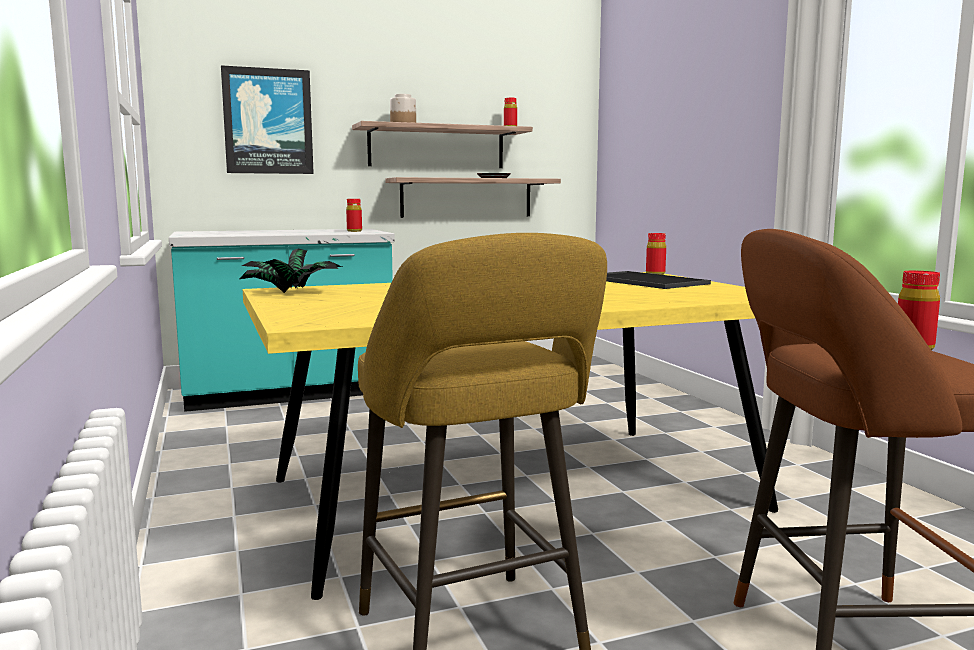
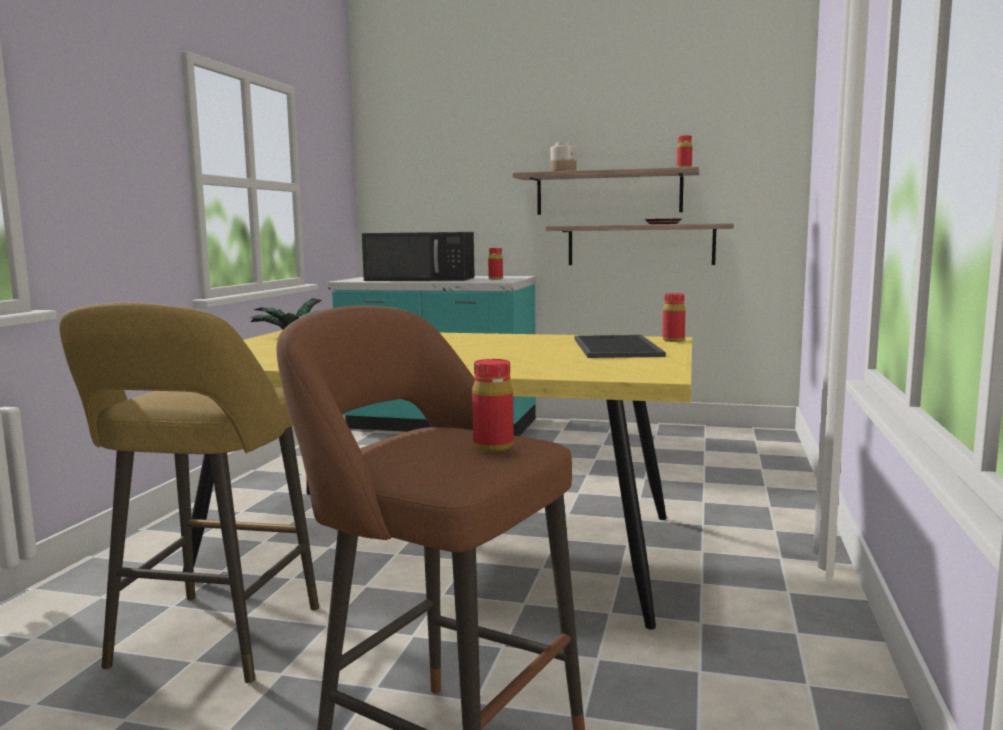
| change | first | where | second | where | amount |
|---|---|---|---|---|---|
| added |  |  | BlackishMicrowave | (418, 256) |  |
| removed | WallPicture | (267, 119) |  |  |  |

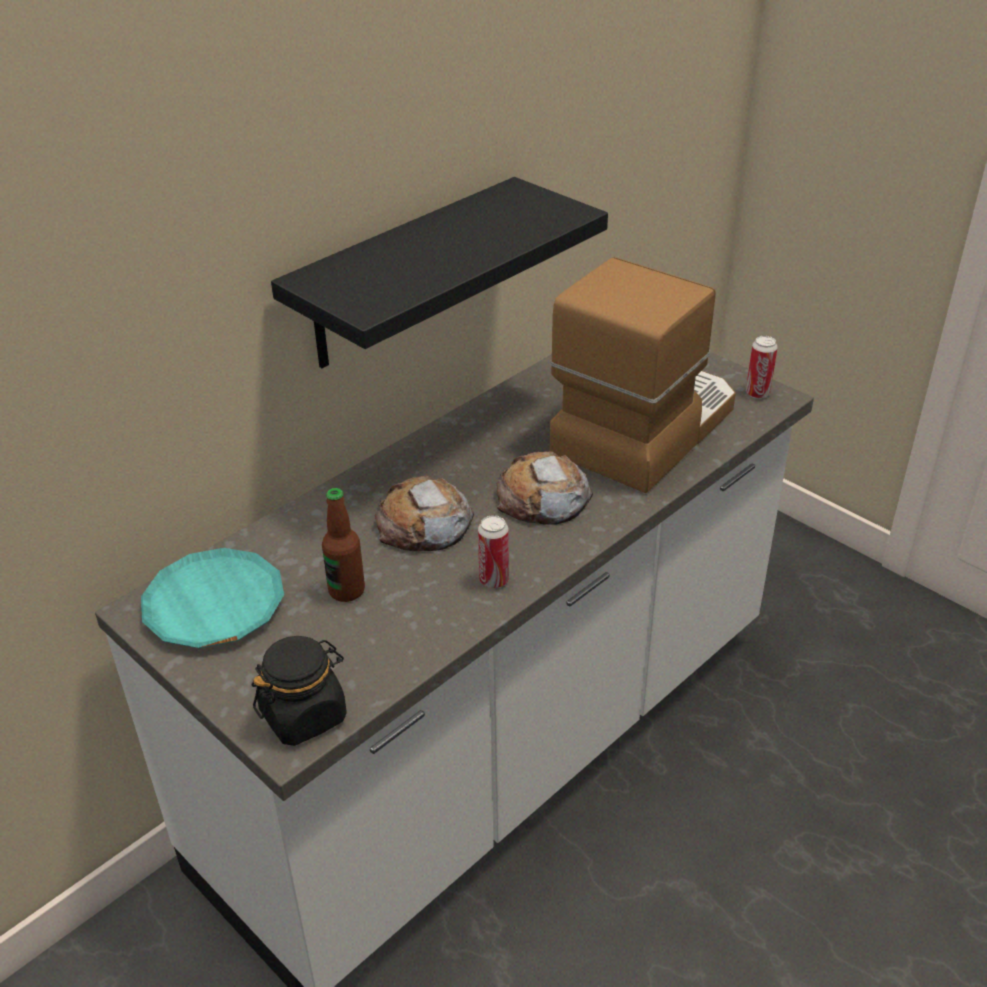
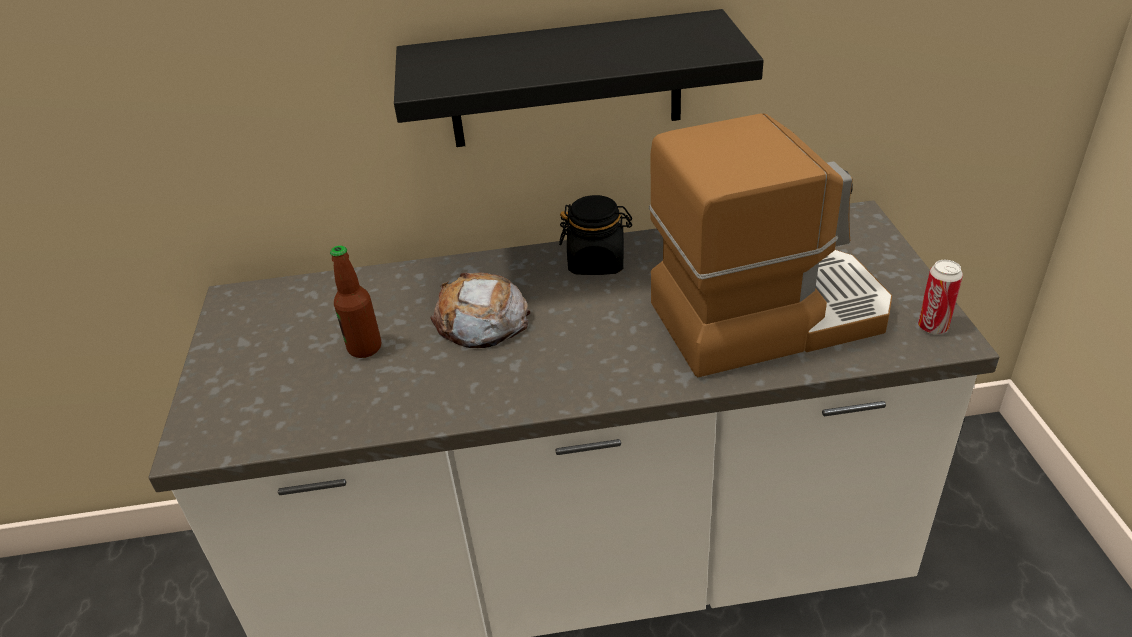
| change | first | where | second | where | amount |
|---|---|---|---|---|---|
| moved | BlackishJar | (299, 691) |  | (595, 235) |  |
| removed | TurquoiseFlatDish | (212, 598) |  |  |  |
| removed | MetalCan | (493, 551) |  |  |  |
| removed | Bread | (545, 488) |  |  |  |

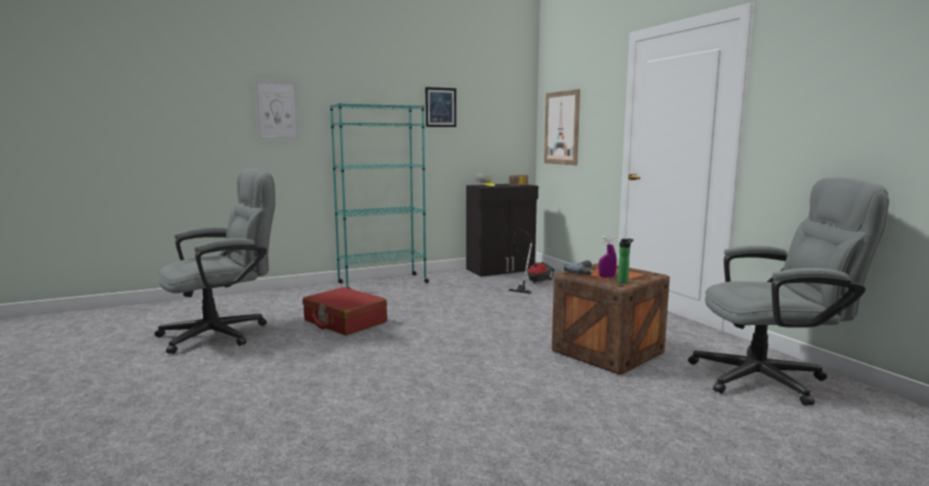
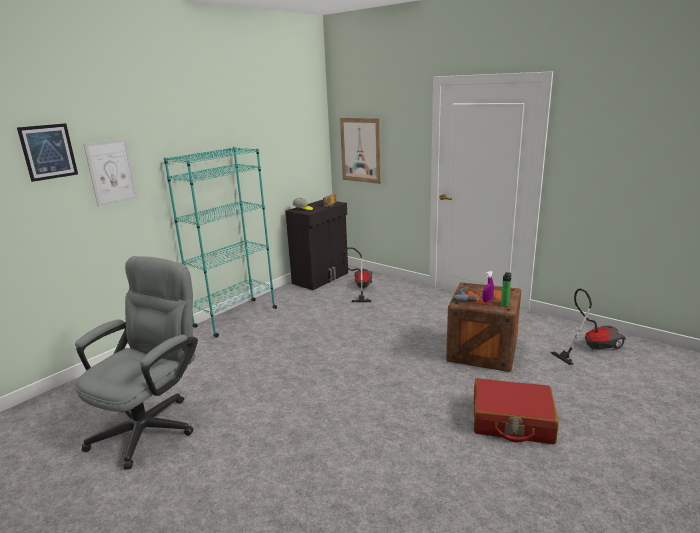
| change | first | where | second | where | amount |
|---|---|---|---|---|---|
| moved | WallPicture | (440, 107) |  | (47, 152) |  |
| moved | ReddishSuitcase | (345, 311) |  | (516, 411) |  |
| replaced | GreyDeskChair | (788, 291) | Vacuum | (588, 327) |  |

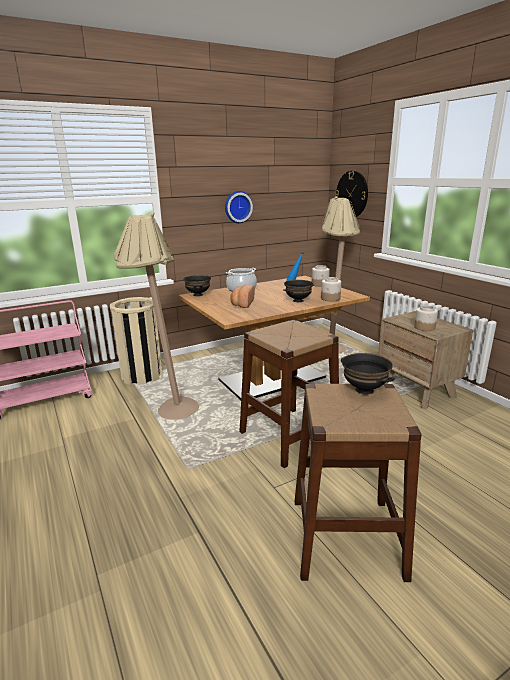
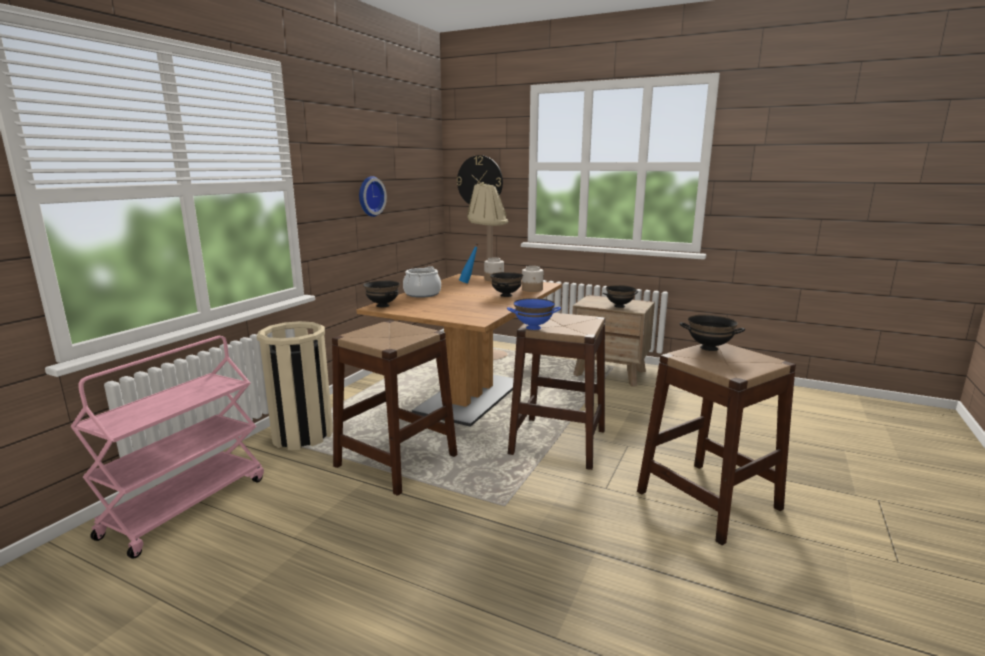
| change | first | where | second | where | amount |
|---|---|---|---|---|---|
| replaced | SandColouredStandingLamp | (156, 315) | BrownStoolSeat | (395, 408) |  |
| added |  |  | BlueBowl | (534, 314) |  |
| replaced | Jar | (426, 318) | BlackishBowl | (620, 296) |  |
| removed | Bread | (242, 296) |  |  |  |

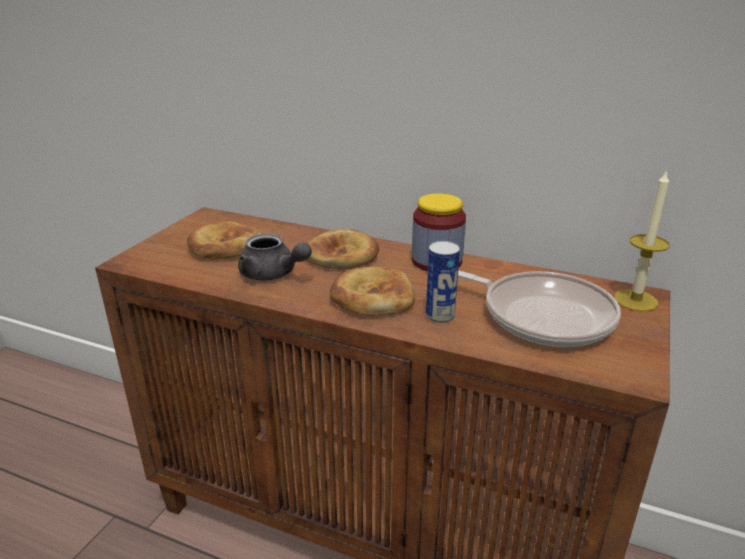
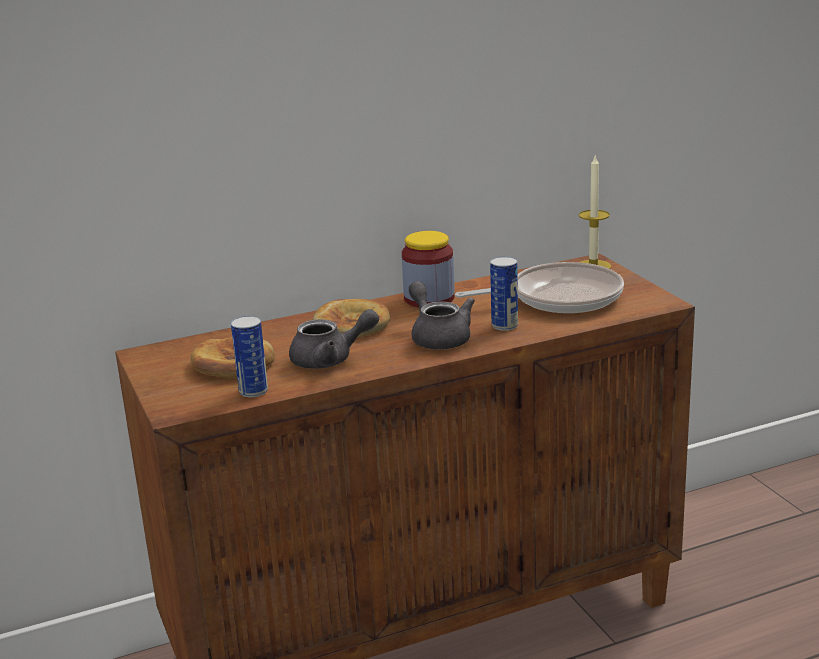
| change | first | where | second | where | amount |
|---|---|---|---|---|---|
| added |  |  | MetalCan | (249, 356) |  |
| replaced | Bread | (372, 291) | GreyTeapot | (442, 315) |  |

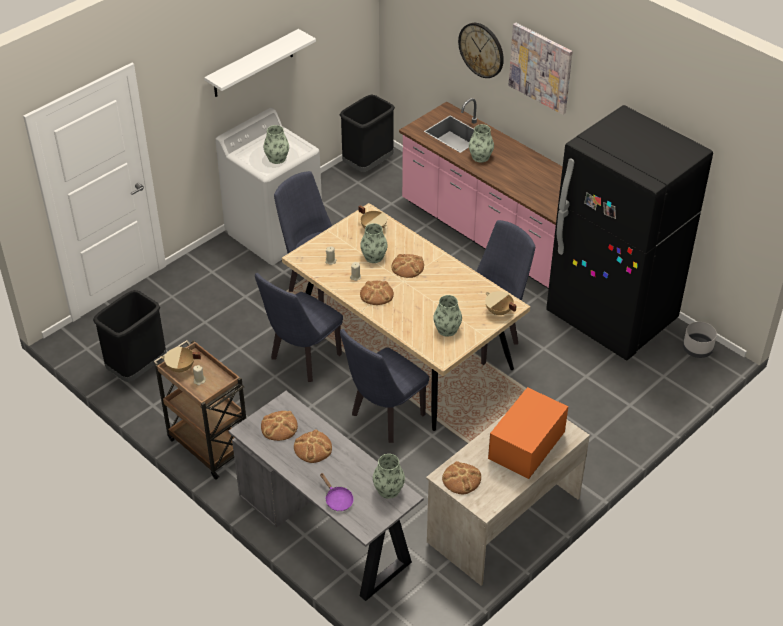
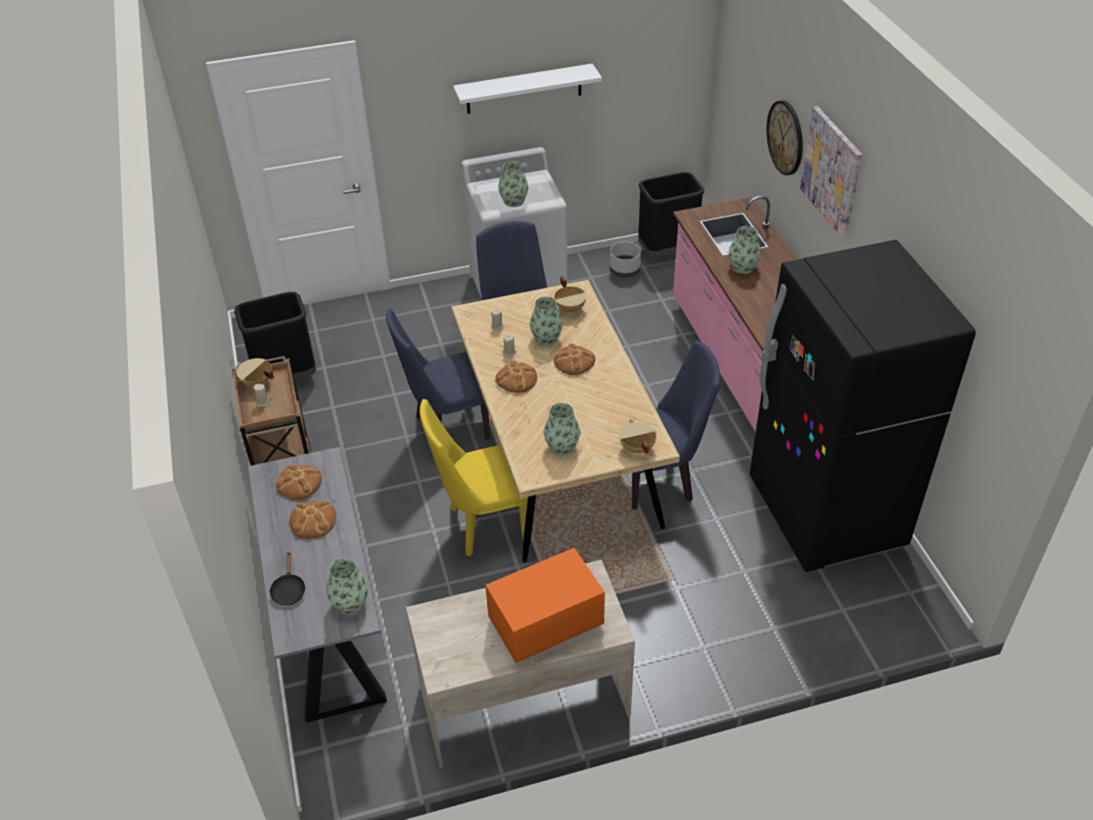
| change | first | where | second | where | amount |
|---|---|---|---|---|---|
| recoloured | PurplishFryingPan | (336, 492) | BlackishFryingPan | (287, 578) |  |
| recoloured | BlueUprightChair | (384, 386) | YellowUprightChair | (474, 477) |  |
| moved | GreyPlanter | (700, 340) |  | (625, 260) |  |
| removed | Bread | (461, 478) |  |  |  |

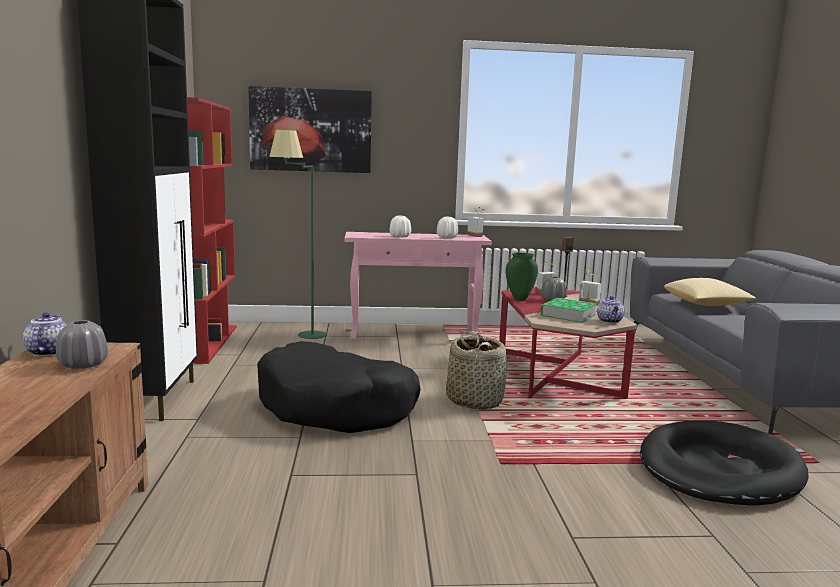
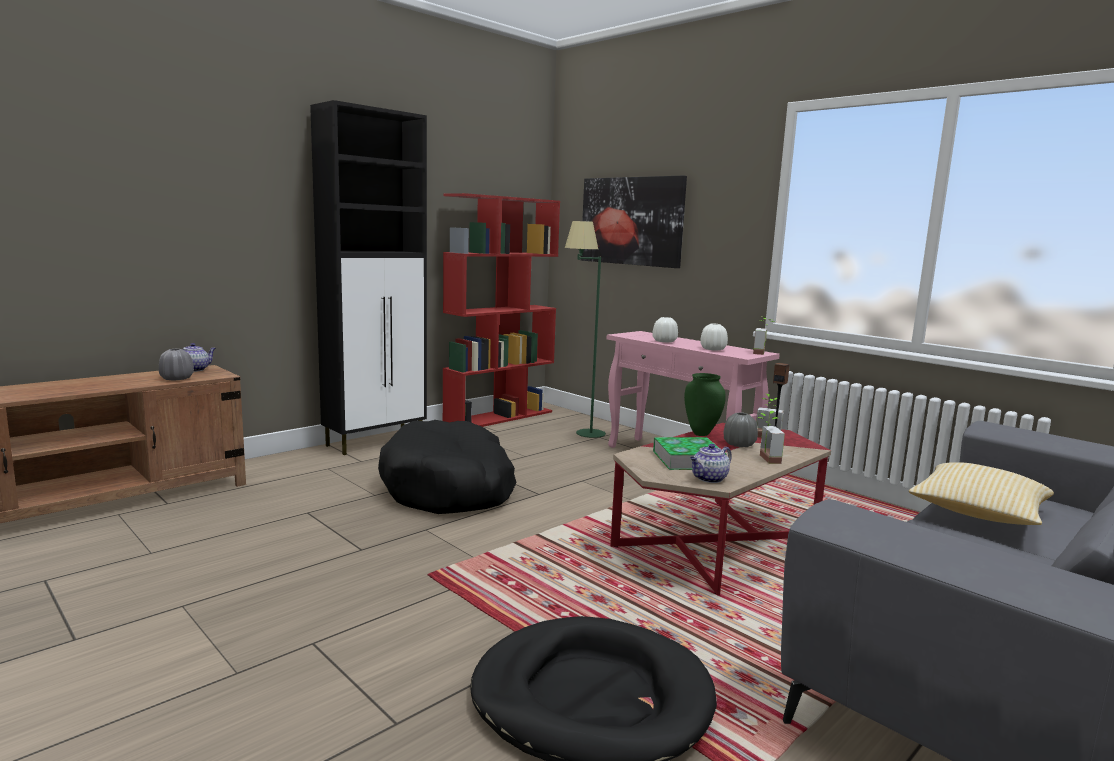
| change | first | where | second | where | amount |
|---|---|---|---|---|---|
| removed | StorageBasket | (477, 370) |  |  |  |

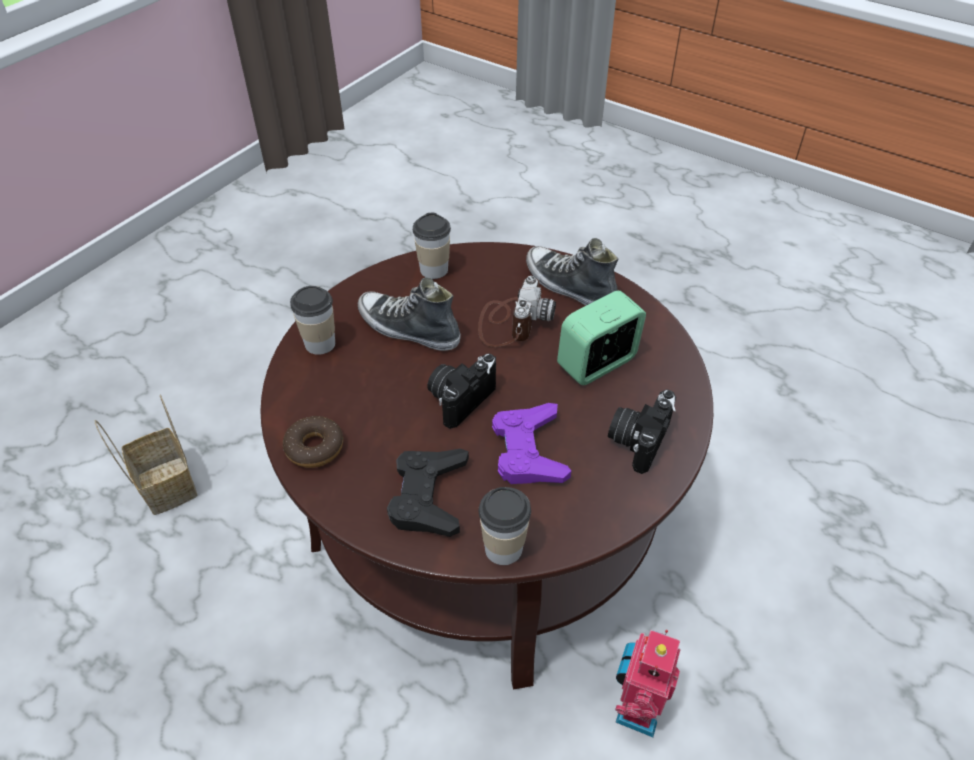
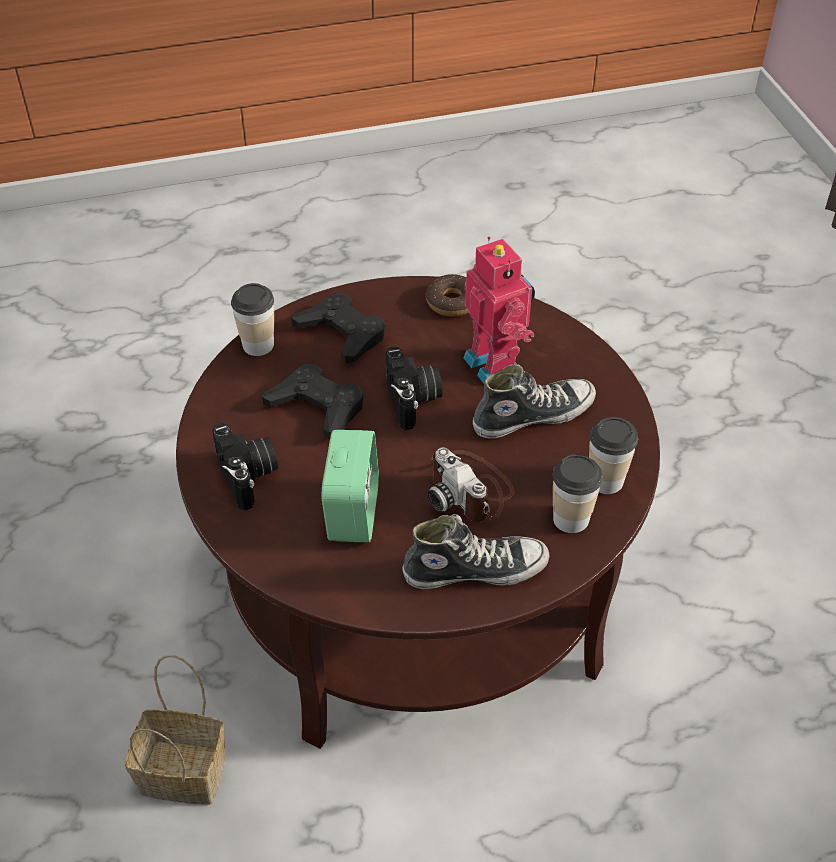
| change | first | where | second | where | amount |
|---|---|---|---|---|---|
| moved | StorageBasket | (146, 455) |  | (175, 730) |  |
| recoloured | PurplishGameController | (531, 443) | BlackishGameController | (312, 401) |  |
| moved | ModelRobot | (648, 683) |  | (499, 310) |  |
| moved | SmallCup | (312, 320) |  | (577, 493) |  |

